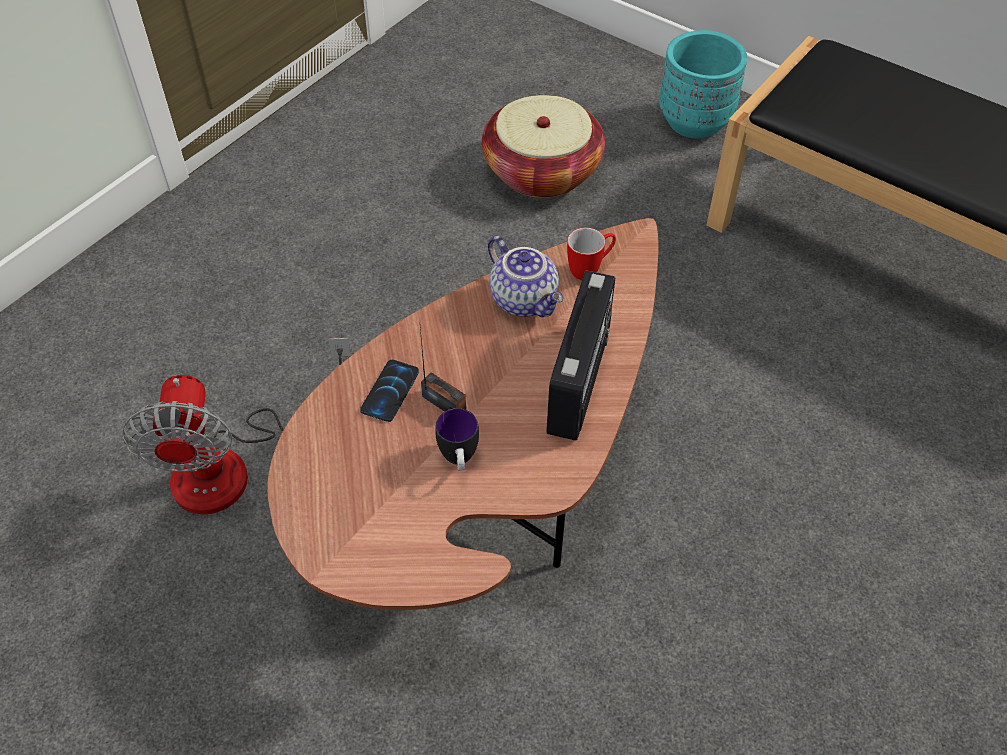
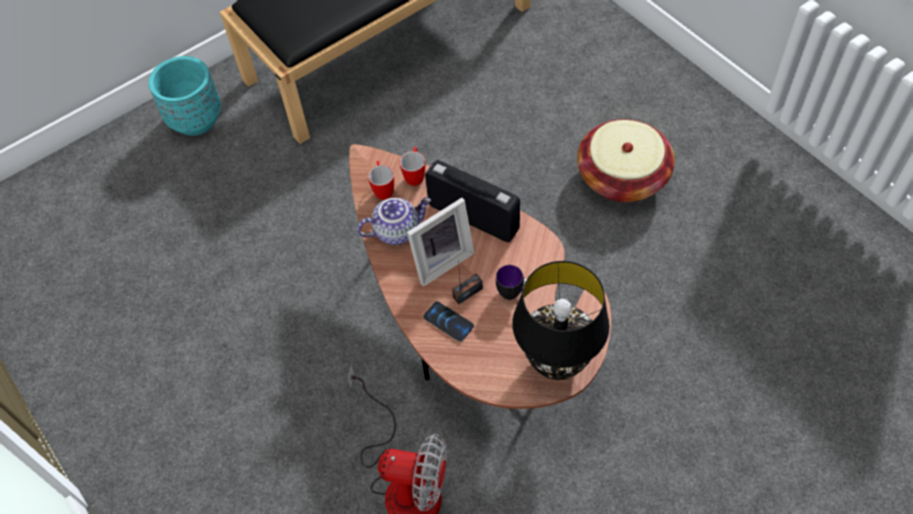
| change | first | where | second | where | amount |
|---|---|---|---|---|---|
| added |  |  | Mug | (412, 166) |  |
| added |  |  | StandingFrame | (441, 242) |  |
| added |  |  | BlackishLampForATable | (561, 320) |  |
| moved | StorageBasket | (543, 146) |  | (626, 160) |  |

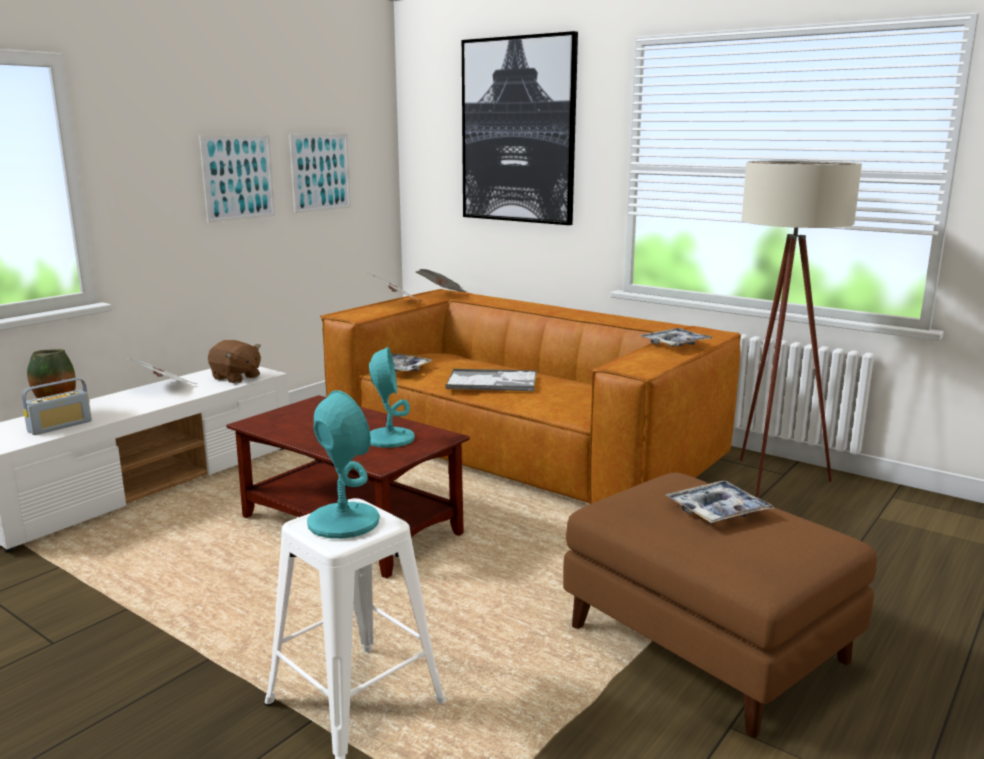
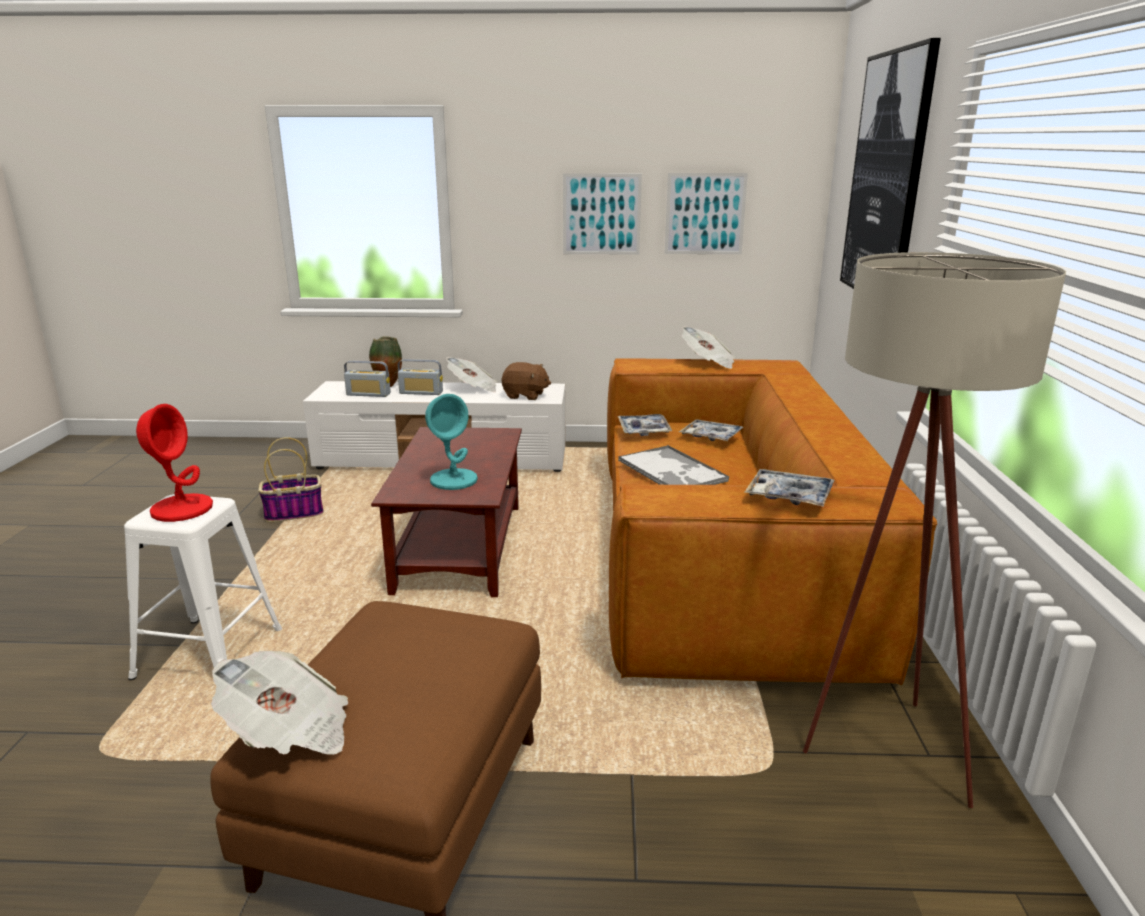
| change | first | where | second | where | amount |
|---|---|---|---|---|---|
| recoloured | TurquoiseLampForATable | (343, 464) | ReddishLampForATable | (174, 463) |  |
| moved | Newspaper | (441, 280) |  | (279, 703) |  |
| added |  |  | StorageBasket | (291, 479) |  |
| added |  |  | RadioSet | (420, 377) |  |
| turned | BrownSoftToy | (234, 361) |  | (526, 381) | 75 degrees counterclockwise |
| moved | CarryingTray | (720, 502) |  | (711, 430) |  |

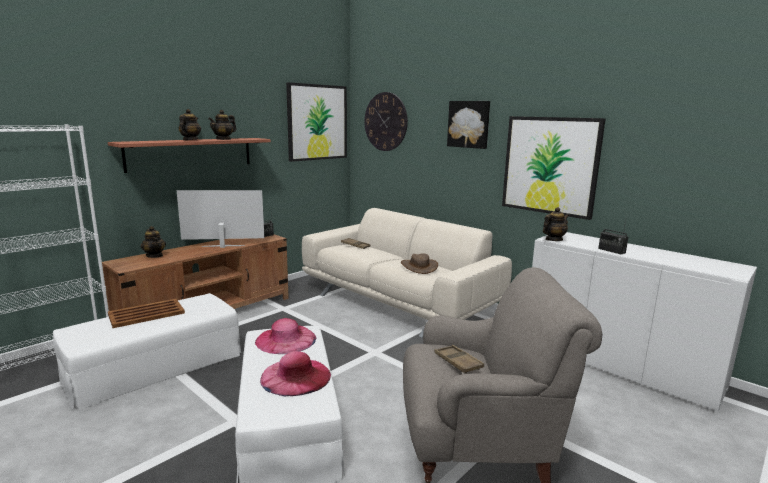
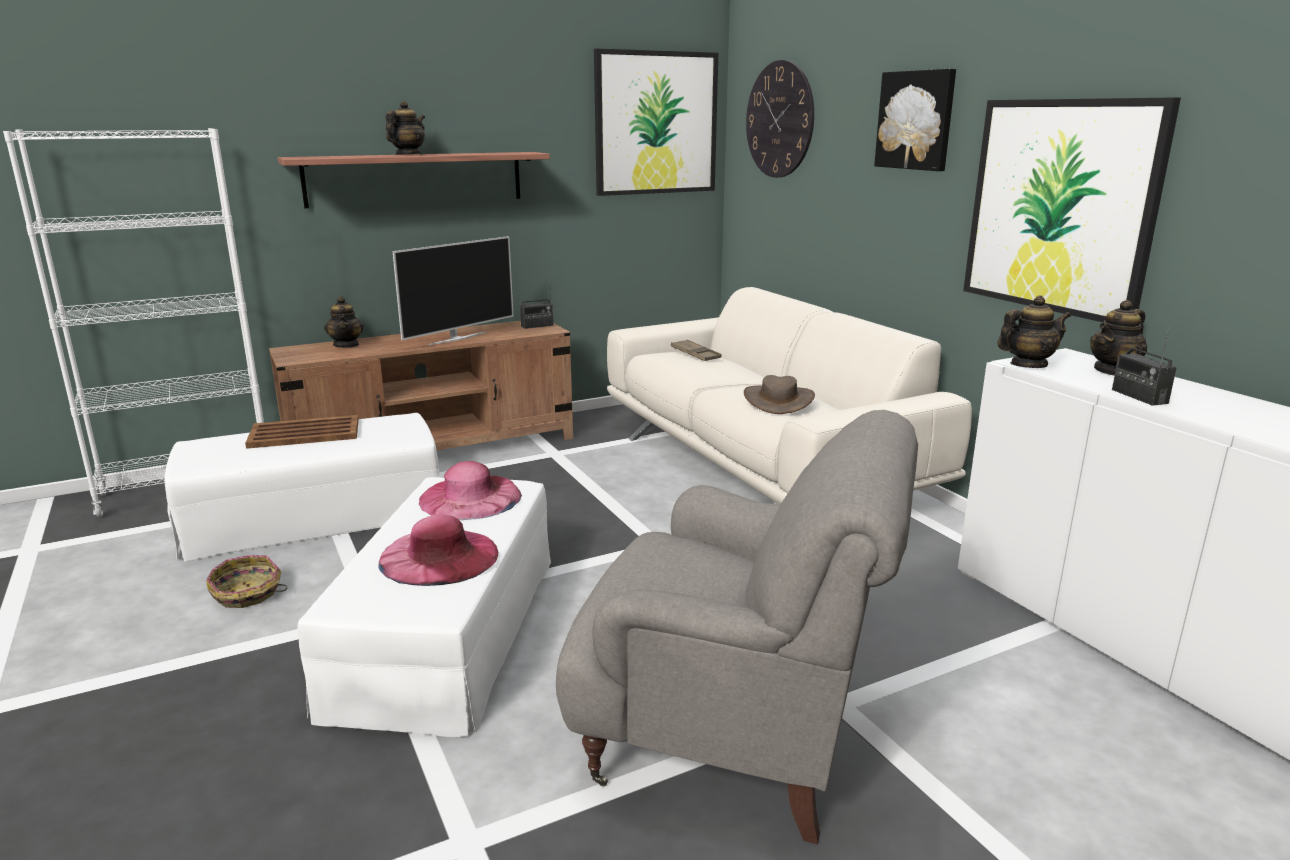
| change | first | where | second | where | amount |
|---|---|---|---|---|---|
| added |  |  | StorageBasket | (247, 581) |  |
| turned | Television | (220, 219) |  | (453, 290) | 120 degrees clockwise |
| moved | Teapot | (222, 125) |  | (1118, 338) |  |
| removed | BrownCarryingTray | (459, 359) |  |  |  |

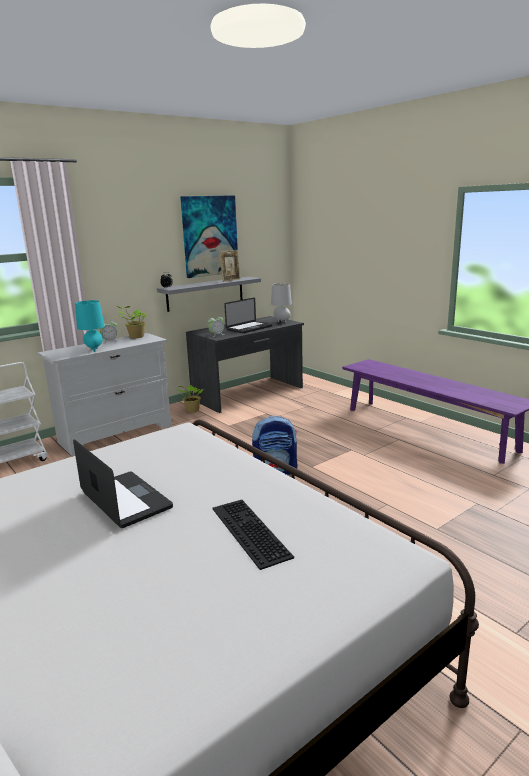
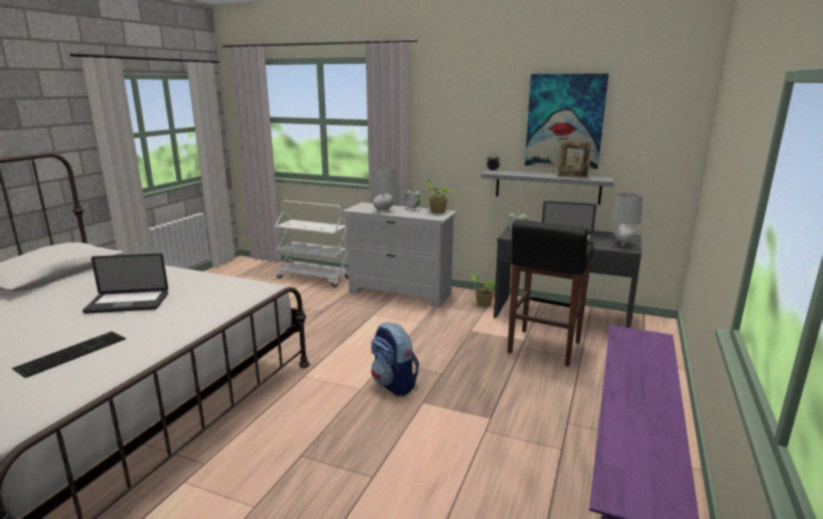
| change | first | where | second | where | amount |
|---|---|---|---|---|---|
| turned | NotebookComputer | (123, 483) |  | (125, 283) | 60 degrees clockwise |
| recoloured | TurquoiseLampForATable | (90, 326) | GreyLampForATable | (383, 190) |  |
| added |  |  | BlackishStoolSeat | (550, 293) |  |

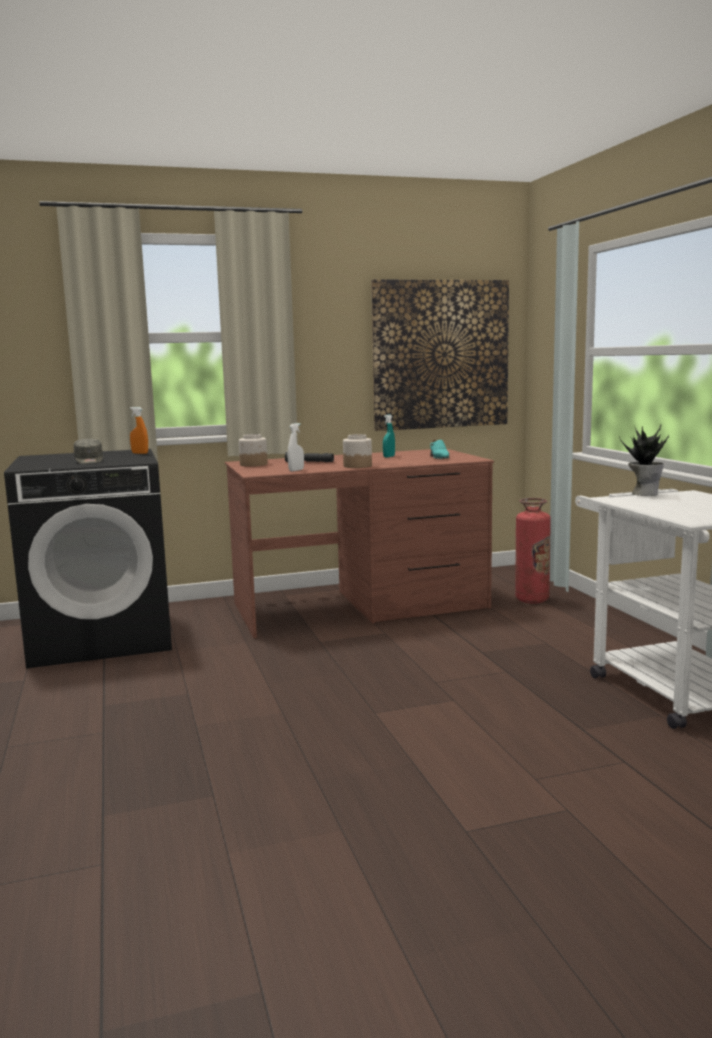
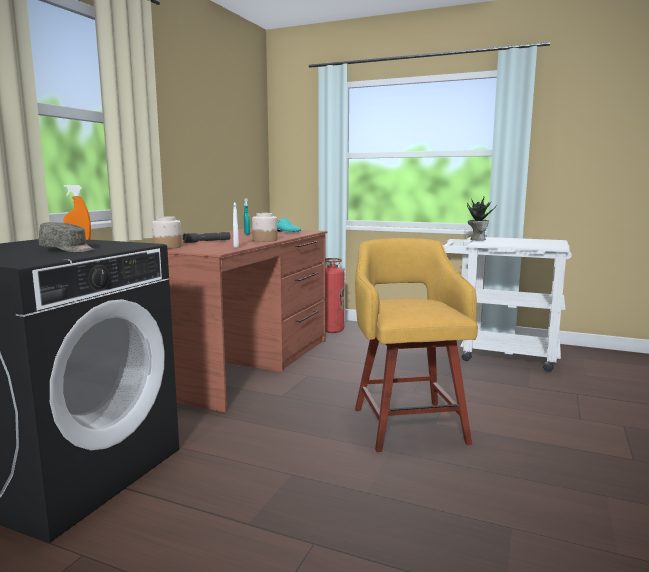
| change | first | where | second | where | amount |
|---|---|---|---|---|---|
| added |  |  | YellowStoolSeat | (416, 345) |  |
| removed | WallPicture | (440, 355) |  |  |  |

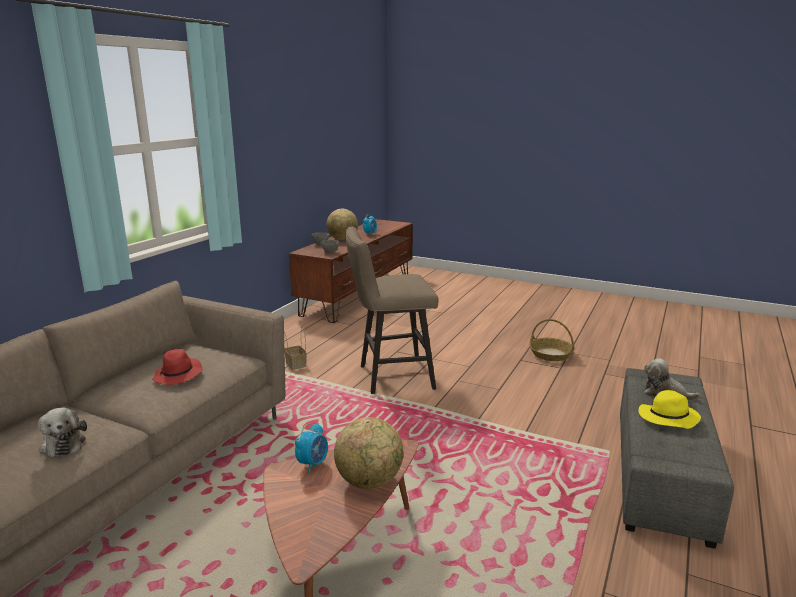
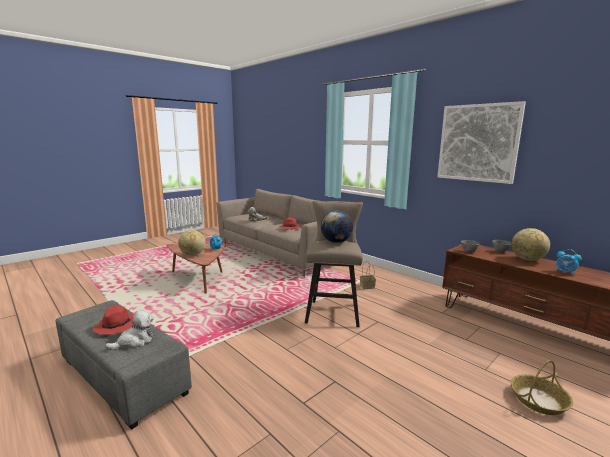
| change | first | where | second | where | amount |
|---|---|---|---|---|---|
| recoloured | YellowWearableHat | (669, 409) | ReddishWearableHat | (113, 320) |  |
| added |  |  | WorldGlobe | (337, 227) |  |
| added |  |  | WallPicture | (481, 142) |  |
| moved | StorageBasket | (552, 340) |  | (542, 387) |  |

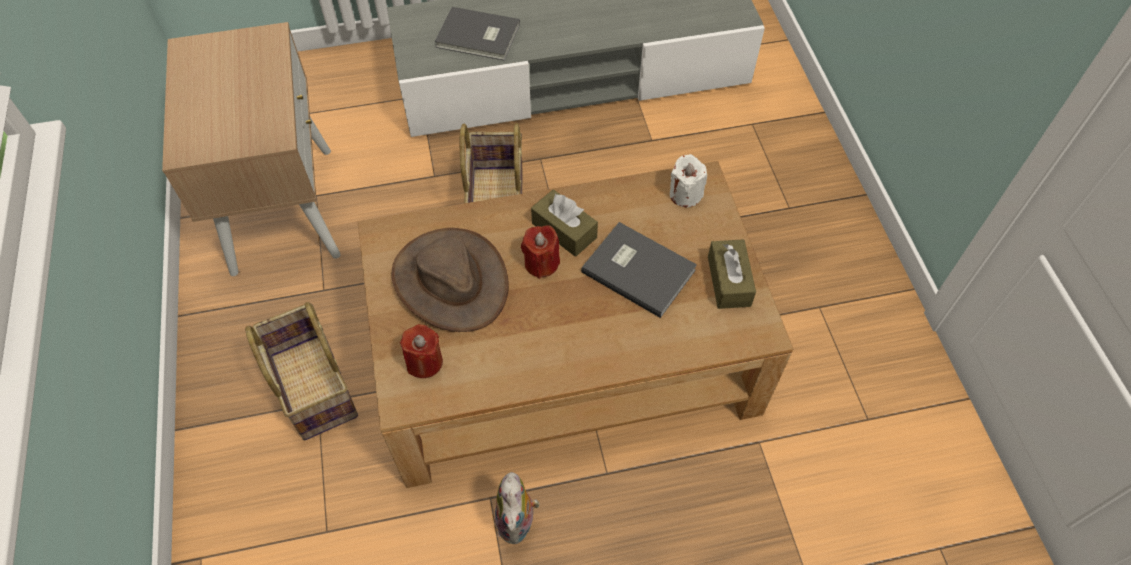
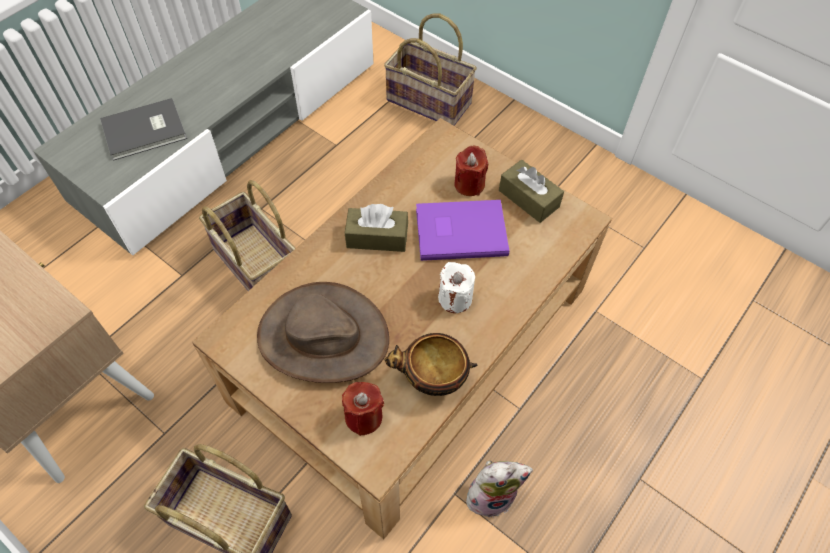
| change | first | where | second | where | amount |
|---|---|---|---|---|---|
| added |  |  | StorageBasket | (430, 69) |  |
| added |  |  | Bowl | (430, 364) |  |
| recoloured | GreyVolume | (639, 270) | PurplishVolume | (462, 230) |  |
| moved | WhiteCandle | (688, 181) |  | (456, 287) |  |
| moved | ReddishCandle | (540, 252) |  | (471, 171) |  |
| turned | SoftToy | (517, 508) |  | (499, 489) | 60 degrees counterclockwise |

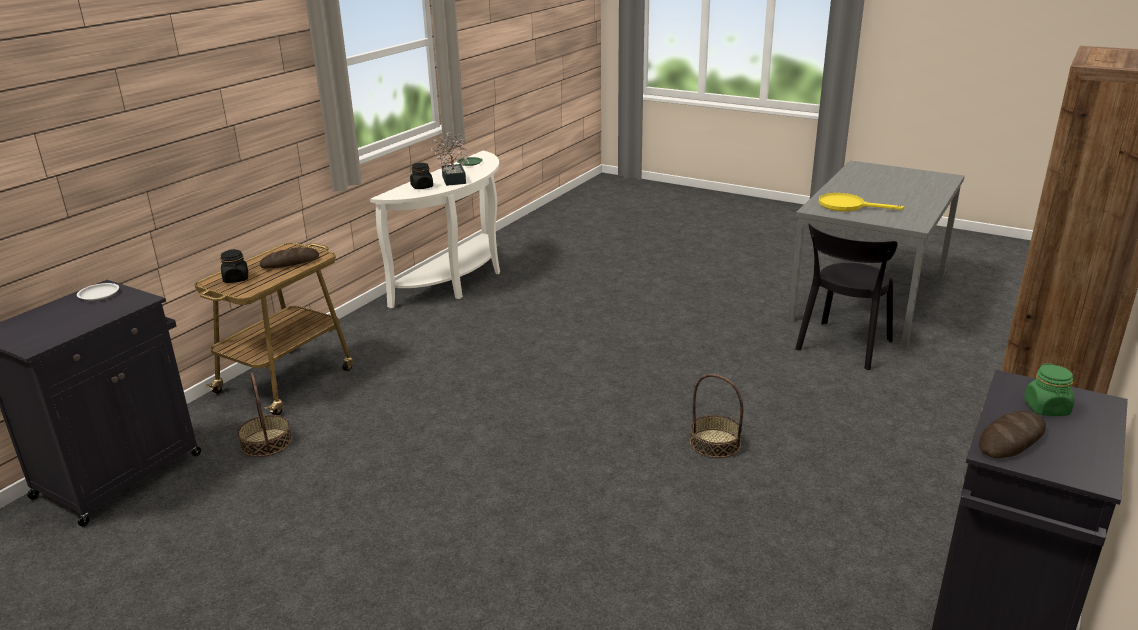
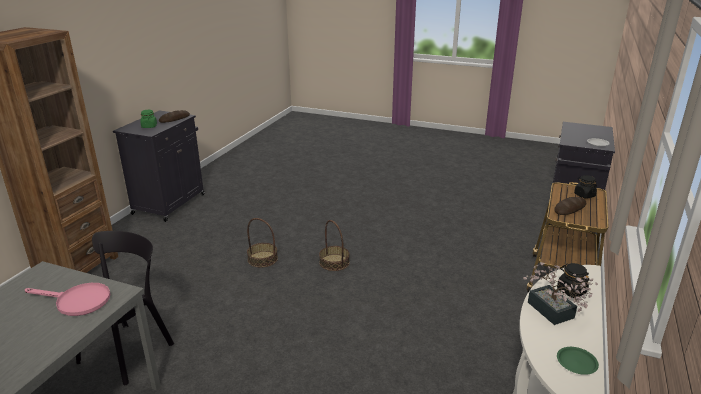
| change | first | where | second | where | amount |
|---|---|---|---|---|---|
| recoloured | YellowFryingPan | (861, 202) | PinkFryingPan | (67, 299) |  |
| moved | StorageBasket | (264, 415) |  | (334, 245) |  |

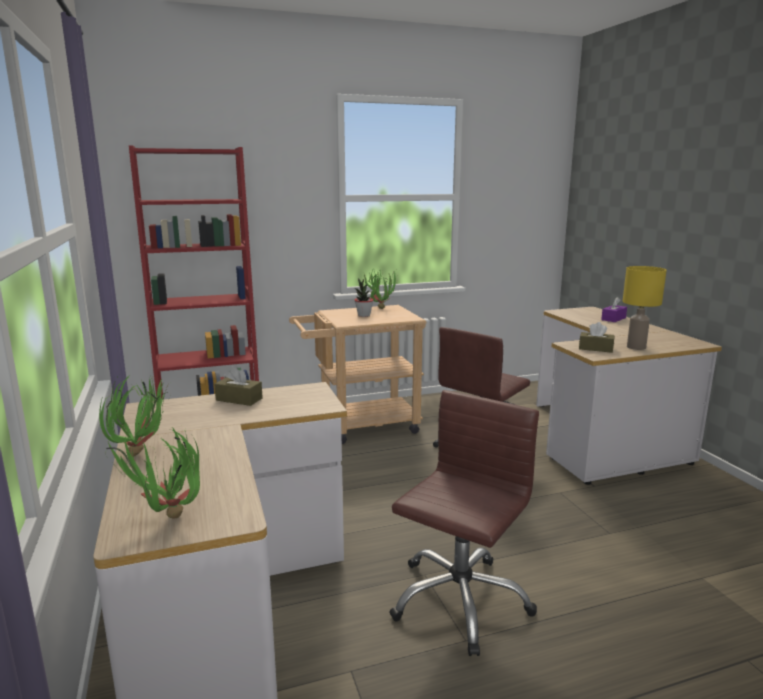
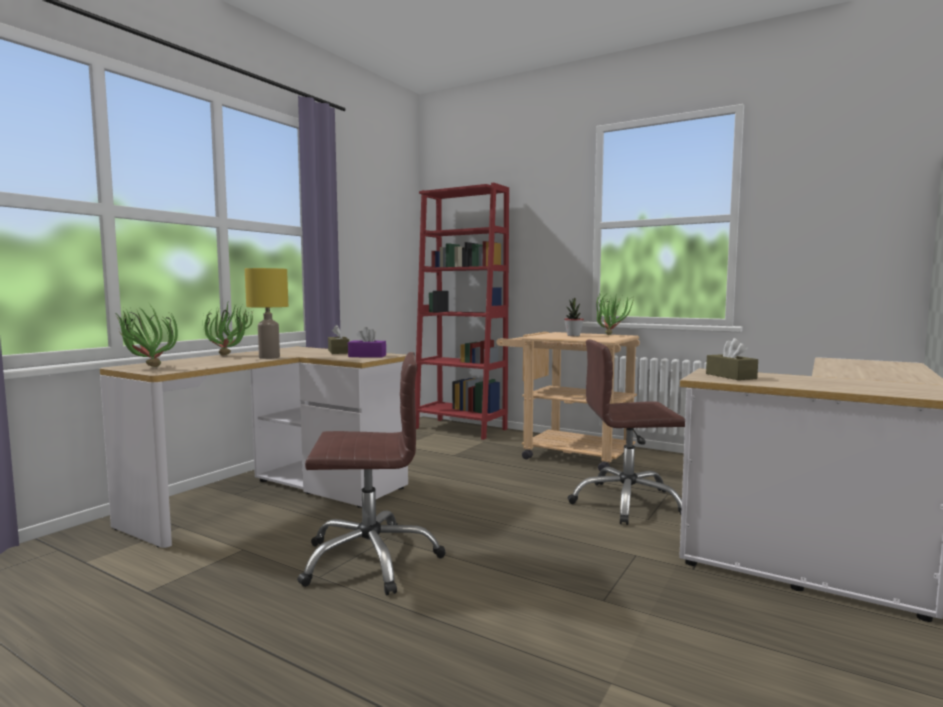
| change | first | where | second | where | amount |
|---|---|---|---|---|---|
| moved | YellowLampForATable | (645, 308) |  | (266, 313) |  |
| moved | PurplishBoxOfTissues | (614, 309) |  | (367, 342) |  |

